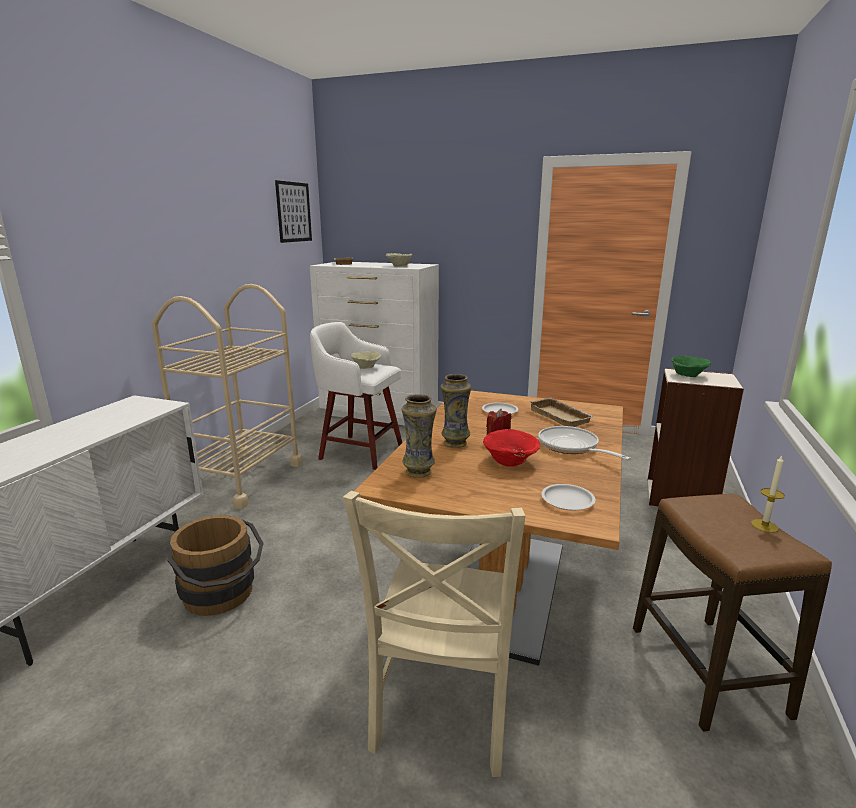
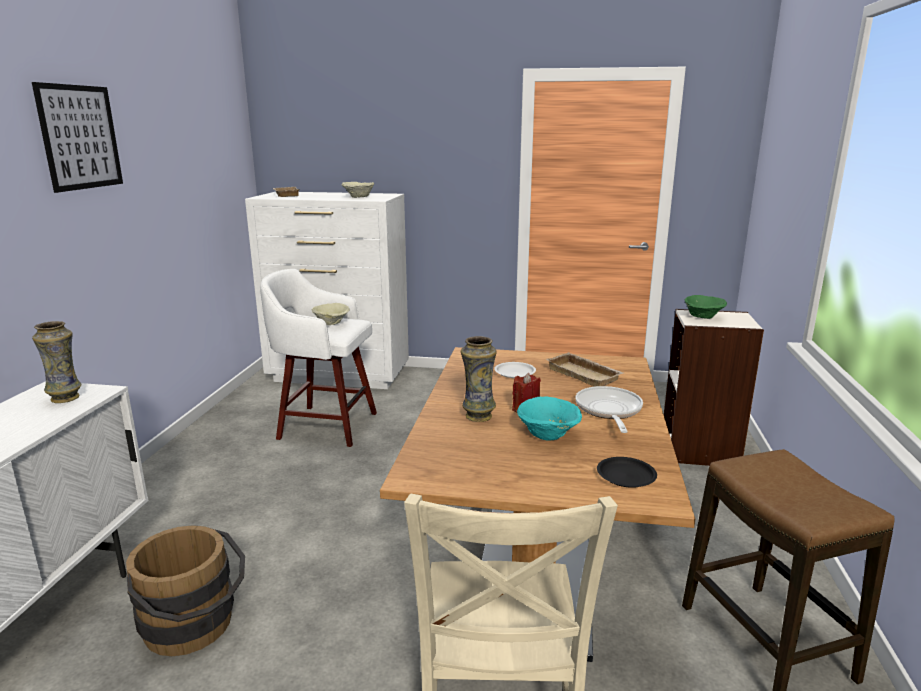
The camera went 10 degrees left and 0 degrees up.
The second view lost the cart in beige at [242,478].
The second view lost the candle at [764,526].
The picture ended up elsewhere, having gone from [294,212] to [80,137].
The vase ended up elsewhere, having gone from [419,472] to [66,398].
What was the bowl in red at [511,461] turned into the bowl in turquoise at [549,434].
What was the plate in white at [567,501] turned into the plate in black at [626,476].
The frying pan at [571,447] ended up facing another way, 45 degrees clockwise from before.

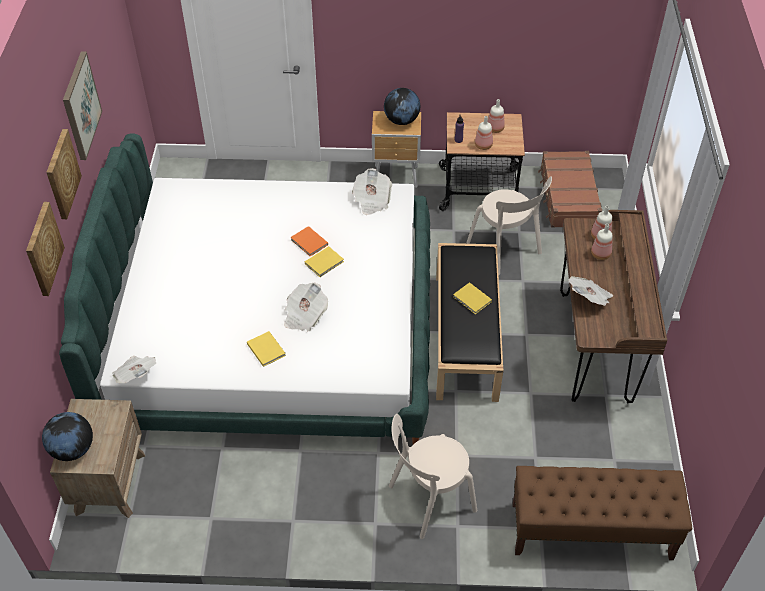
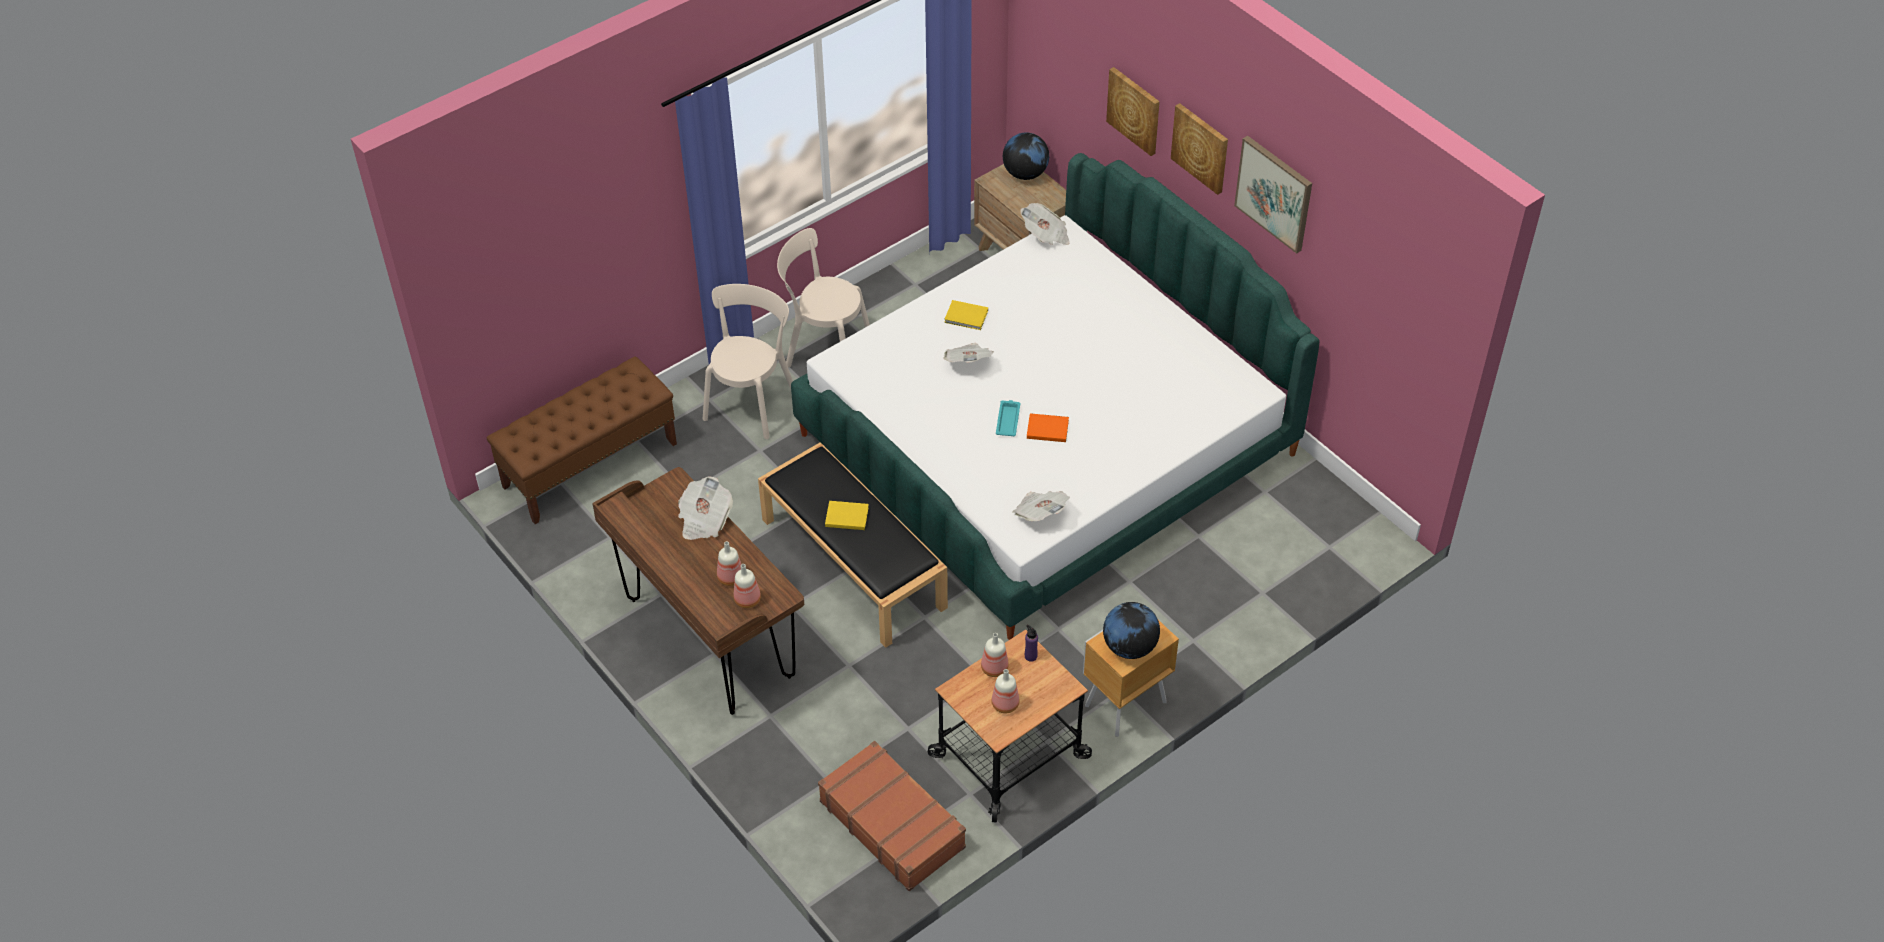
The camera went 140 degrees right and 0 degrees up.
The chair in beige ended up elsewhere, having gone from [506,250] to [824,348].
Where the book in yellow stood at [325,262], the tray in turquoise came to stand at [1008,420].

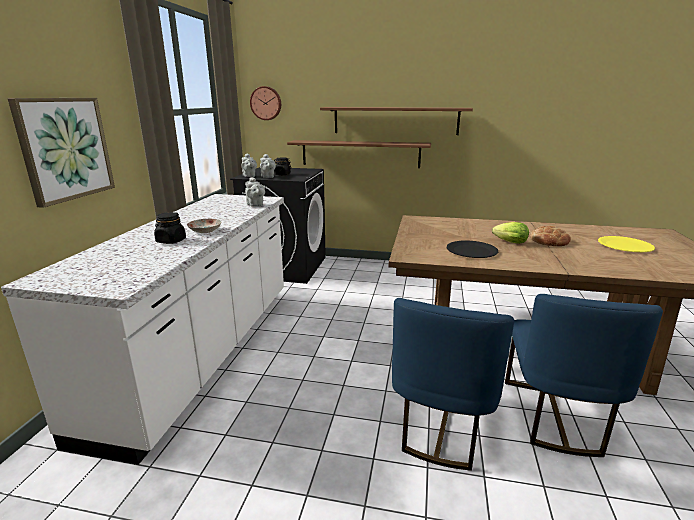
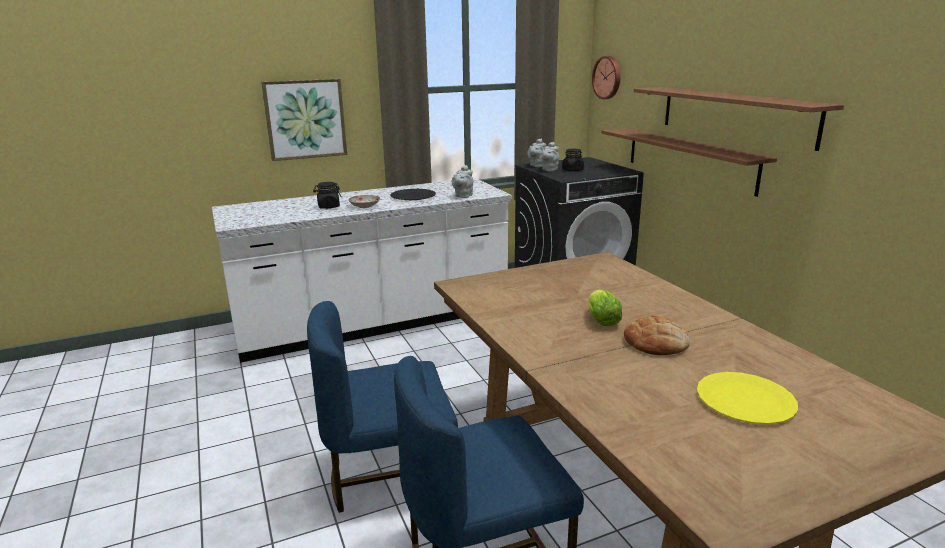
The camera went 55 degrees right and 0 degrees up.
The plate in black ended up elsewhere, having gone from [471,251] to [413,196].

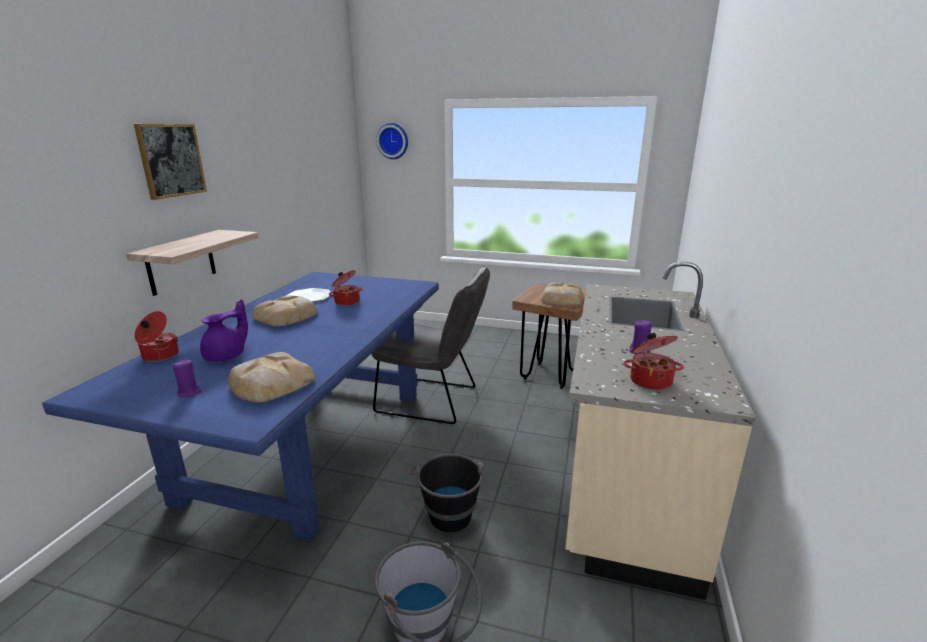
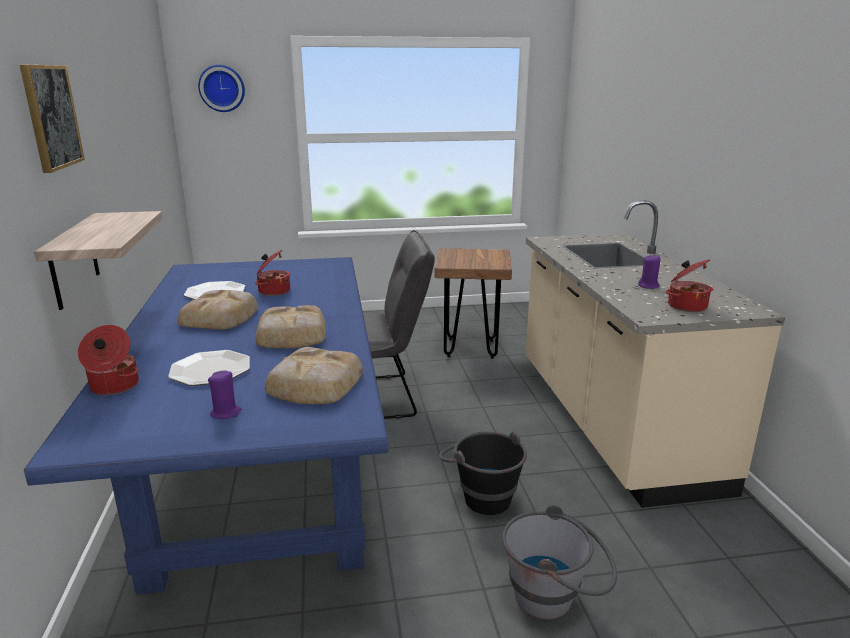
The camera went 25 degrees left and 0 degrees up.
The bread ended up elsewhere, having gone from [561,299] to [291,335].
Where the teapot in purple stood at [227,356], the plate came to stand at [211,369].

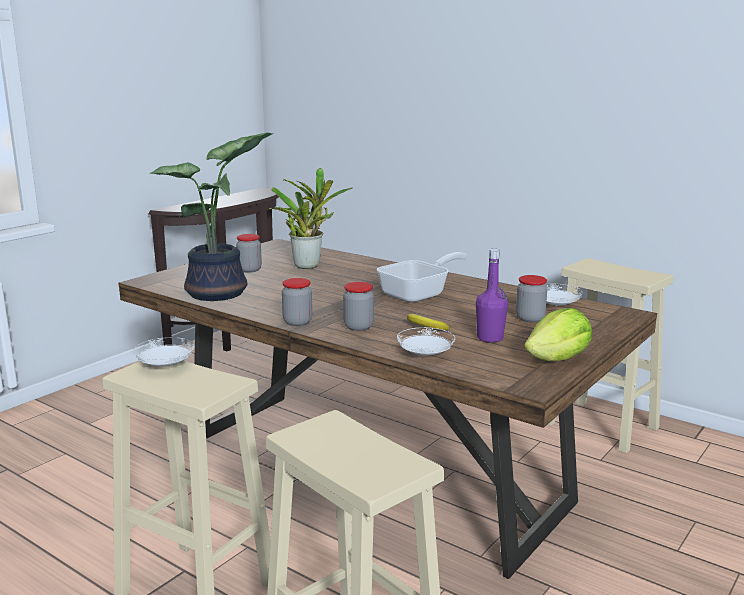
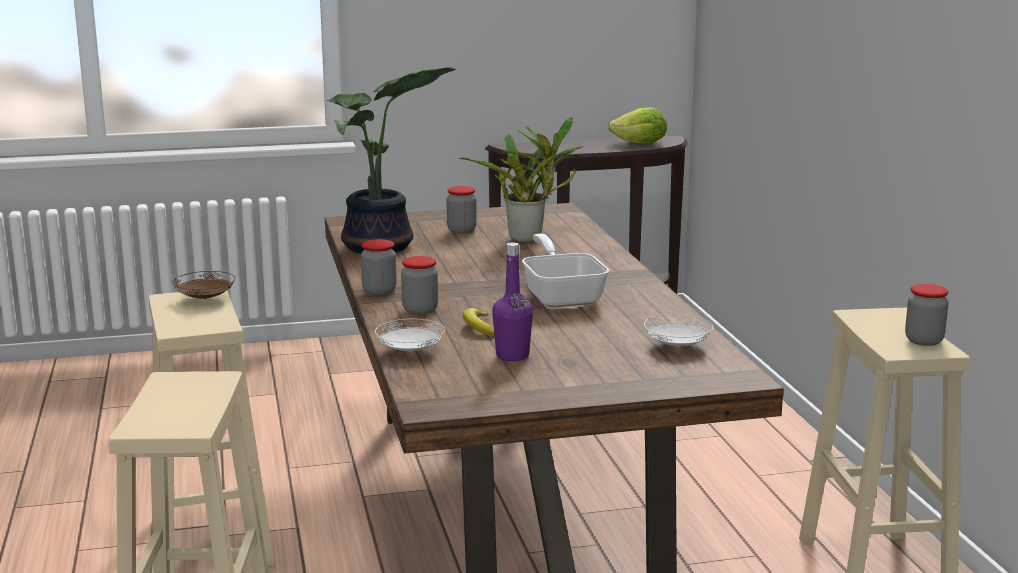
The camera went 40 degrees right and 0 degrees up.
The jar ended up elsewhere, having gone from [530,318] to [924,340].
The lettuce ended up elsewhere, having gone from [558,359] to [640,144].
What was the plate in white at [165,366] turned into the plate in brown at [205,299].
The frying pan at [419,294] ended up facing another way, 105 degrees counterclockwise from before.

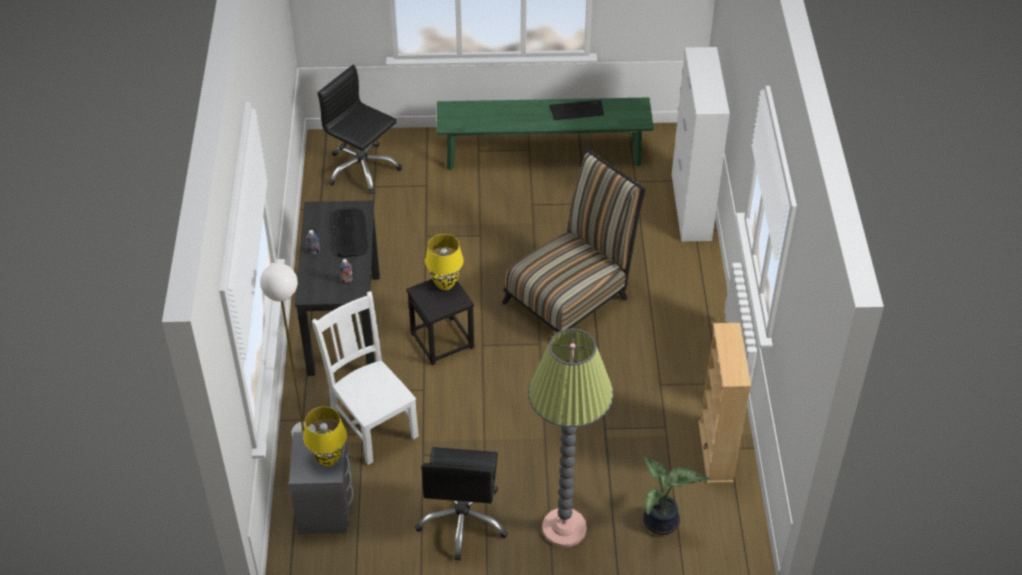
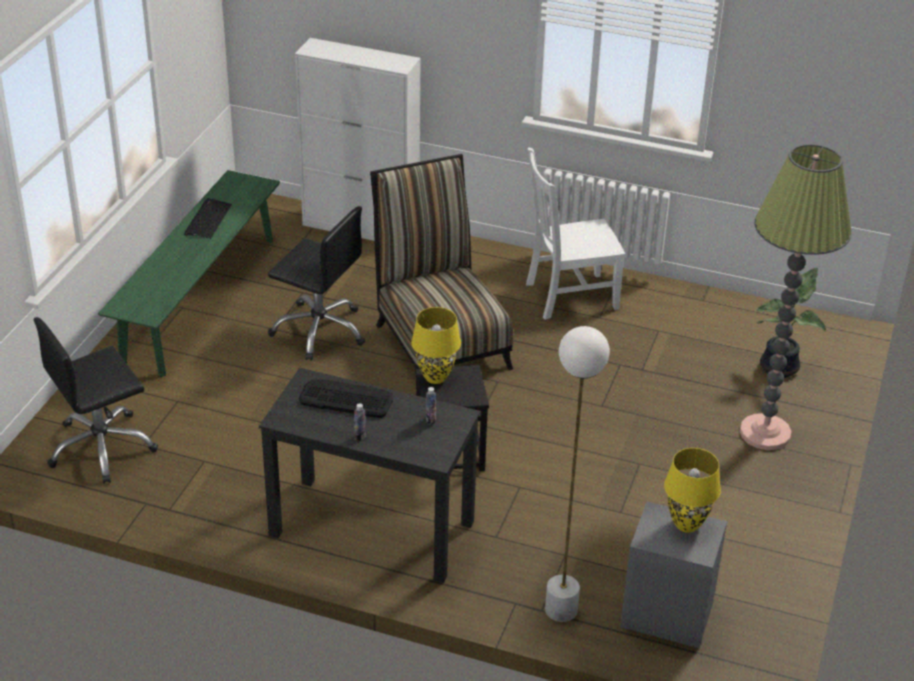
The camera went 70 degrees left and 10 degrees down.
The second view lost the bookcase in beige at [715,451].
The chair in white ended up elsewhere, having gone from [372,424] to [568,296].
The office chair in black ended up elsewhere, having gone from [463,521] to [320,330].

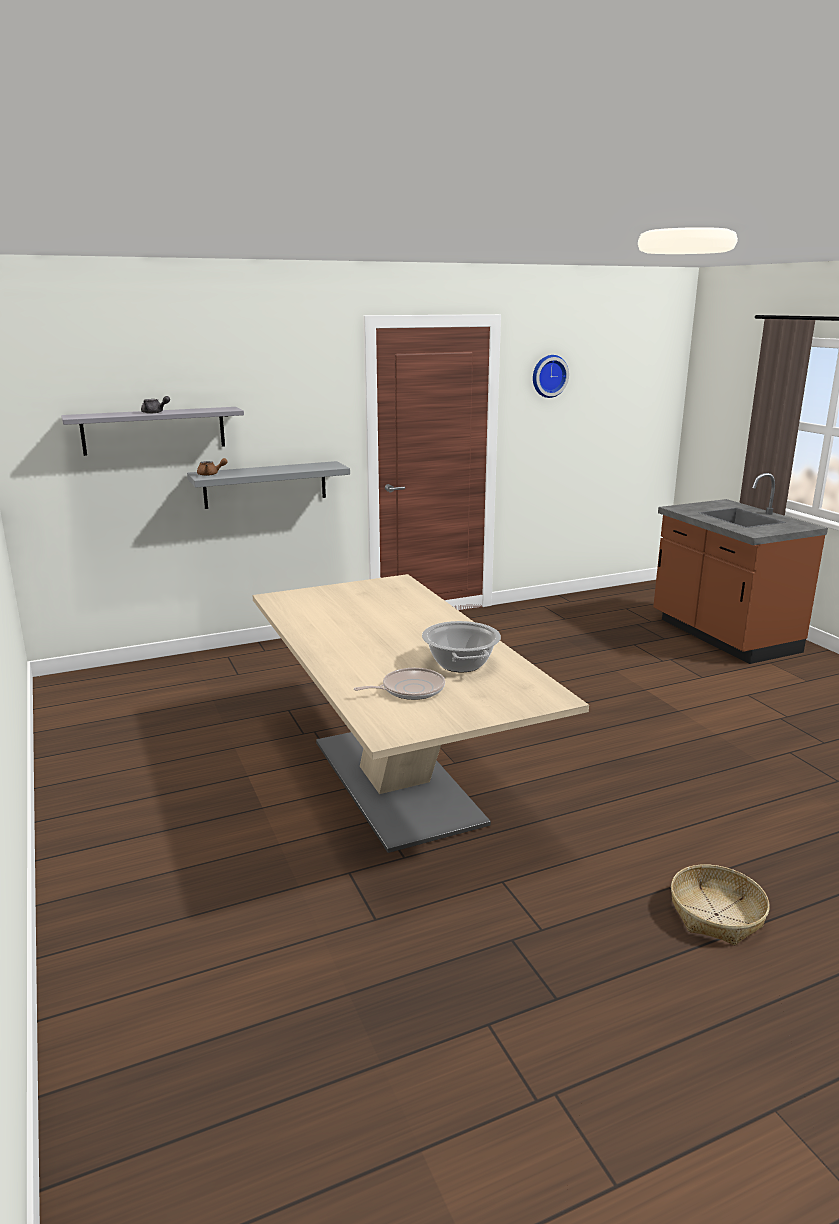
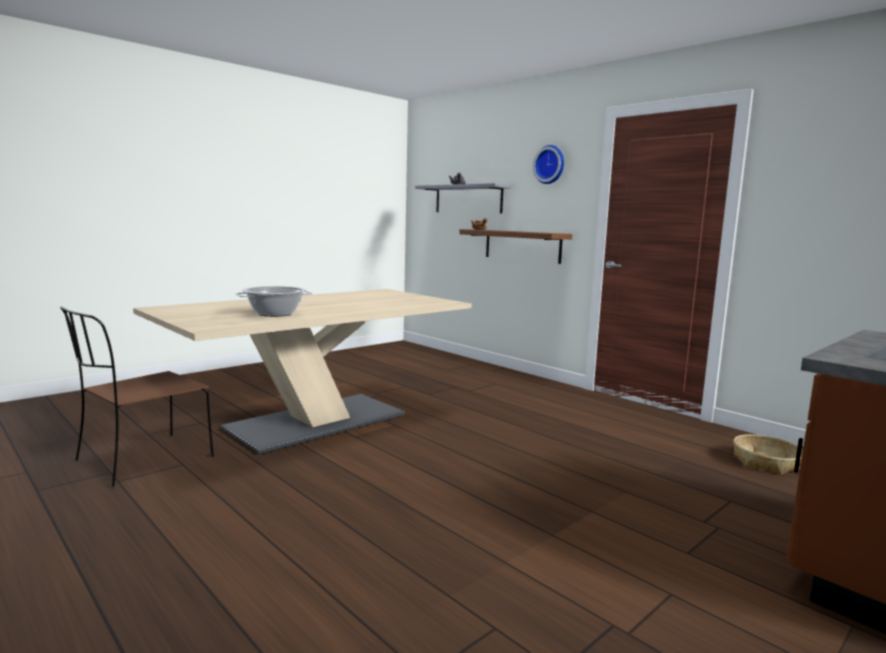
The camera went 70 degrees right and 10 degrees down.
The second view lost the frying pan at [409,689].
The second view gained the chair in brown at [142,460].
The wall clock ended up elsewhere, having gone from [548,376] to [550,165].
The basket ended up elsewhere, having gone from [716,914] to [766,462].
What was the shelf in grey at [265,484] turned into the shelf in brown at [522,245].

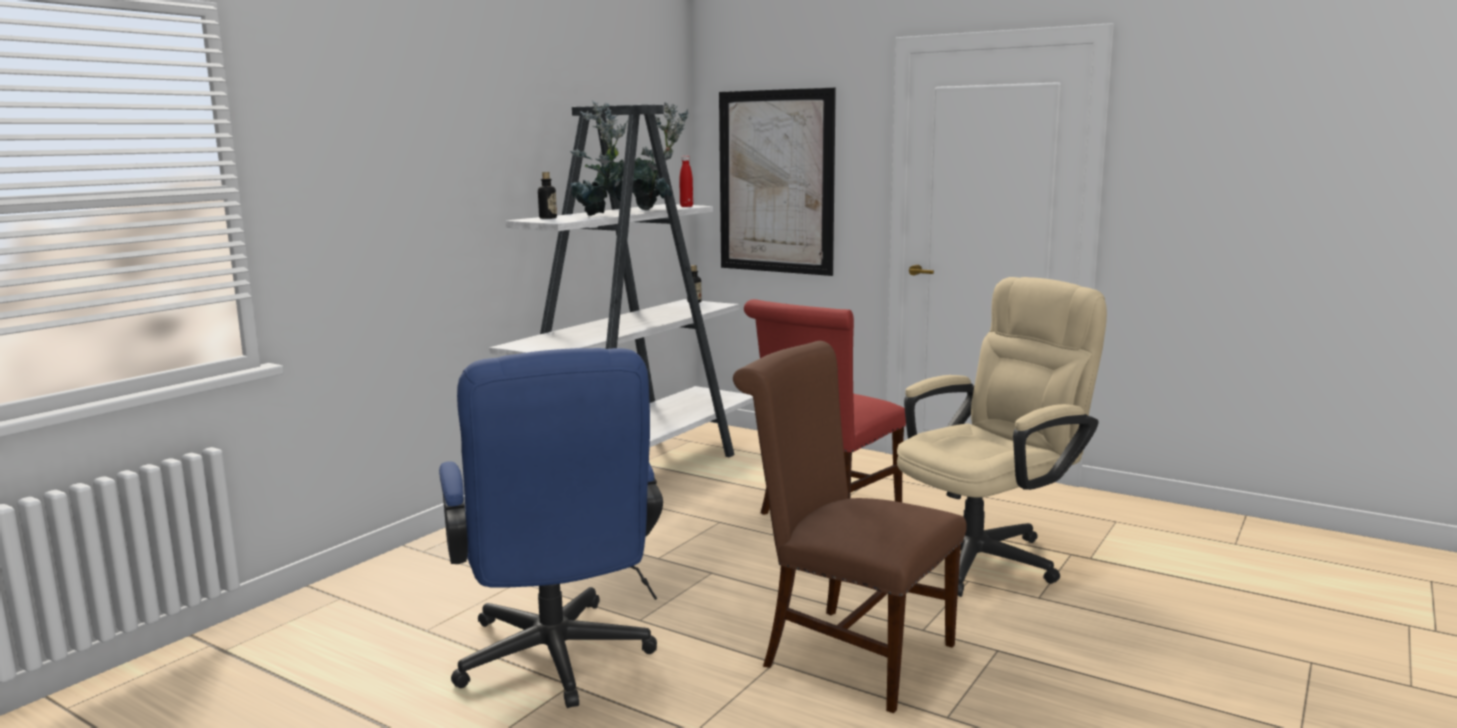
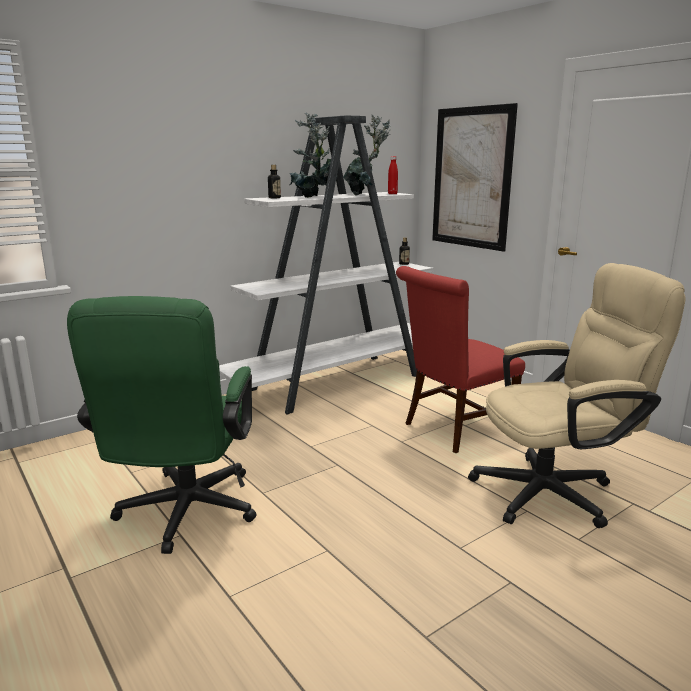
The camera went 20 degrees right and 5 degrees up.
The second view lost the chair in brown at [847,652].
What was the office chair in blue at [556,664] turned into the office chair in green at [184,516].

